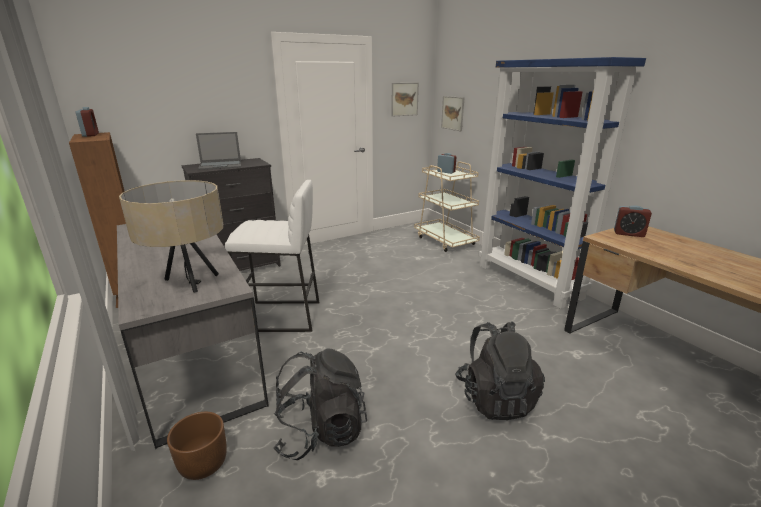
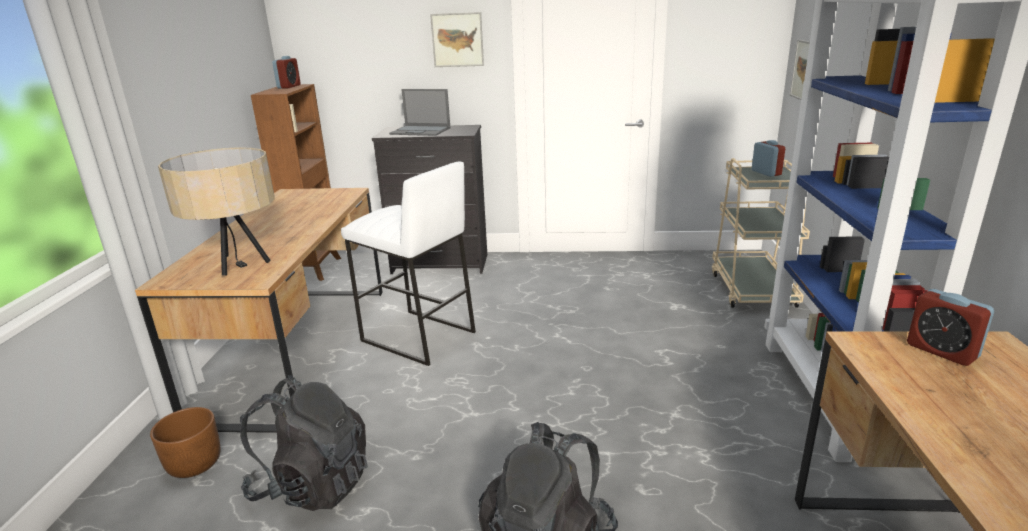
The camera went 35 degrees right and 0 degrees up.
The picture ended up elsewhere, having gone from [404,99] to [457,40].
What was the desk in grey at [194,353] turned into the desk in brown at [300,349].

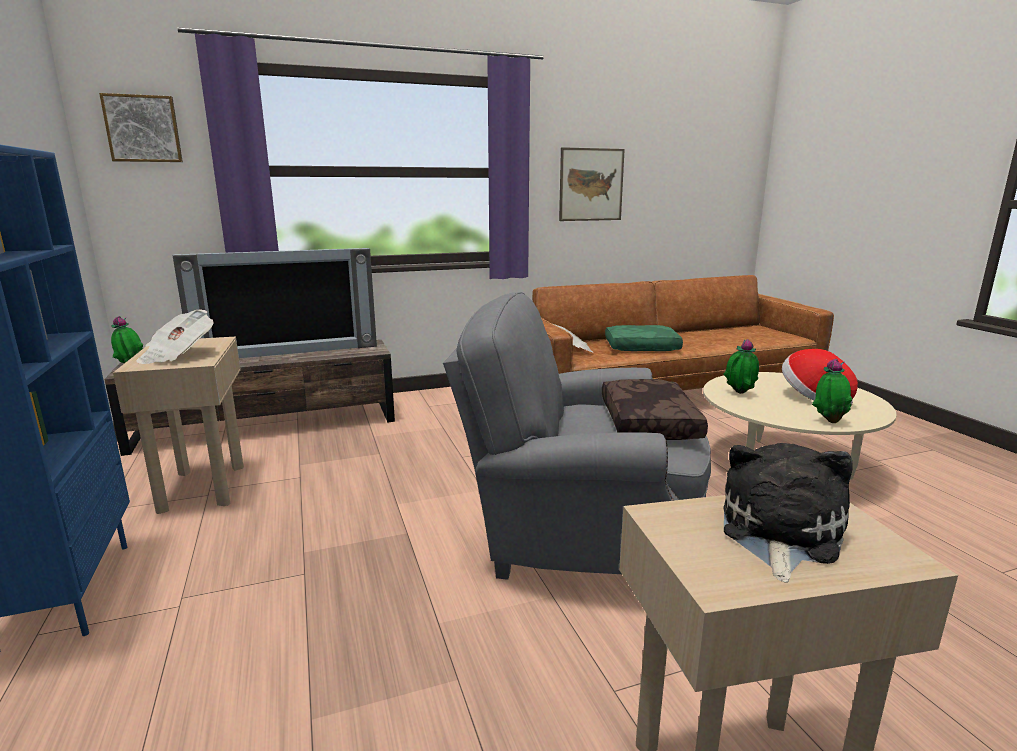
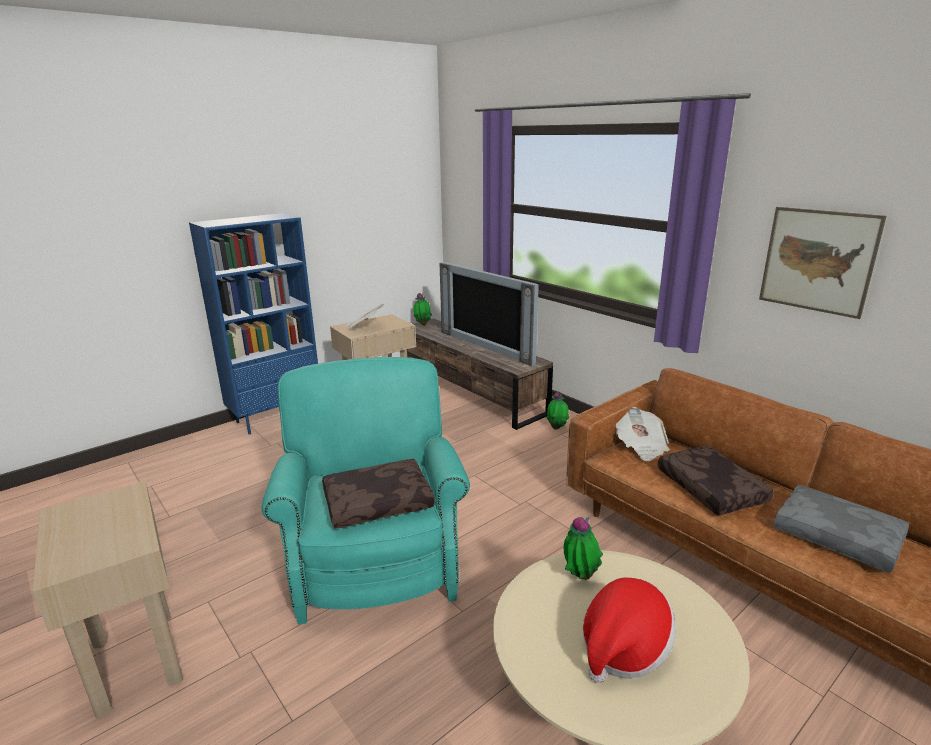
The camera went 70 degrees right and 5 degrees up.
The second view lost the picture at [143,129].
The second view lost the plush toy at [778,533].
The second view gained the pillow in grey at [838,536].
The potted plant ended up elsewhere, having gone from [828,421] to [557,428].
What was the armchair in grey at [577,535] turned into the armchair in turquoise at [375,557].
What was the pillow in green at [641,347] turned into the pillow in brown at [708,488].

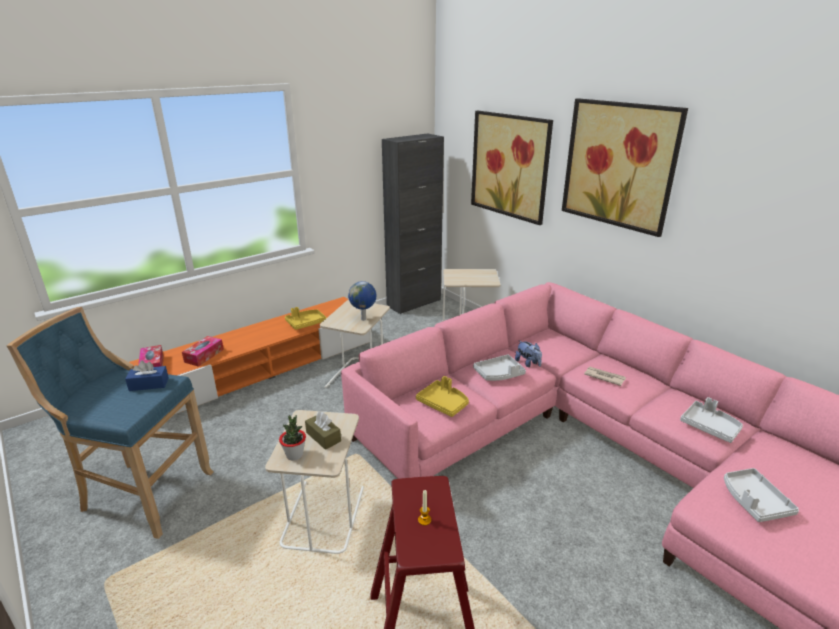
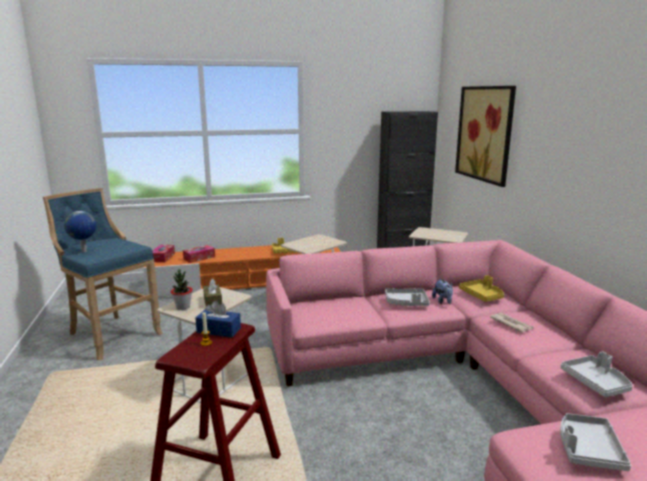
The camera went 25 degrees right and 10 degrees down.
The second view lost the picture at [619,165].
The tissue box in blue ended up elsewhere, having gone from [149,384] to [218,330].
The globe ended up elsewhere, having gone from [364,319] to [84,252].
The tray in yellow ended up elsewhere, having gone from [443,403] to [482,296].

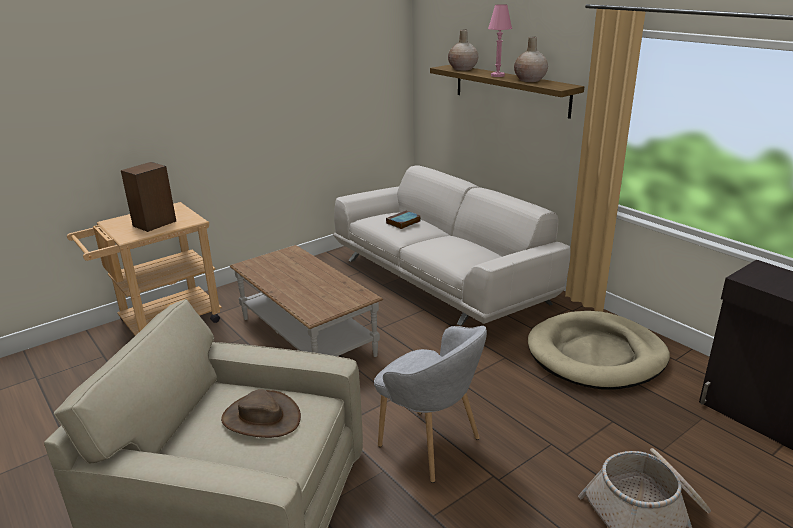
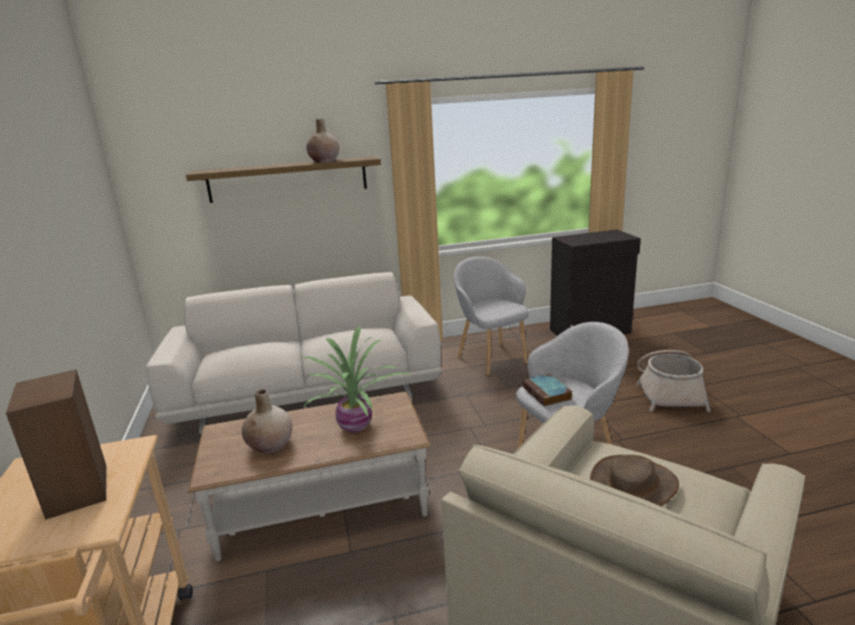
The camera went 65 degrees left and 5 degrees down.
The second view lost the table lamp in pink at [497,75].
The second view gained the potted plant at [357,426].
The book ended up elsewhere, having gone from [403,222] to [547,393].
The vase in beige ended up elsewhere, having gone from [462,69] to [270,445].
Where the dog bed in beige stood at [596,355], the armchair in grey came to stand at [491,358].

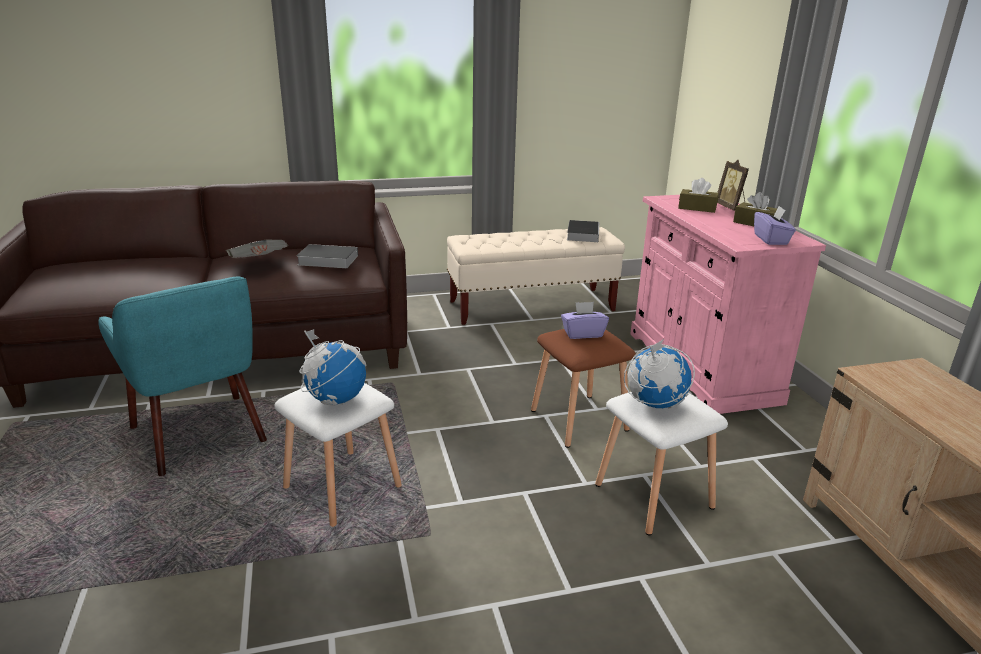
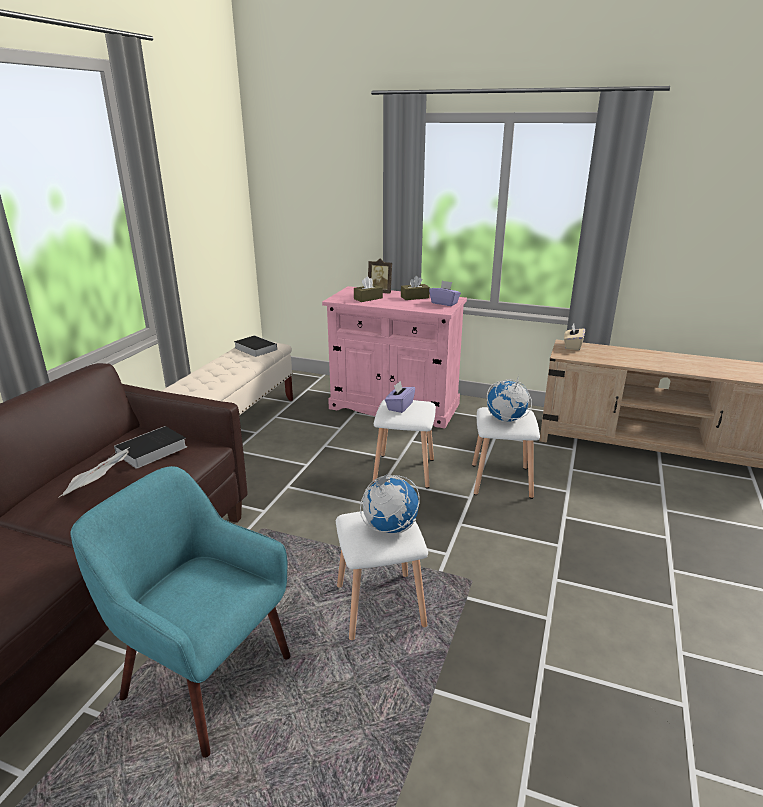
The camera went 55 degrees left and 0 degrees up.
The second view gained the tissue box in beige at [572,346].
What was the stool in brown at [580,420] turned into the stool in white at [405,470].
The armchair in turquoise at [200,435] ended up facing another way, 150 degrees counterclockwise from before.

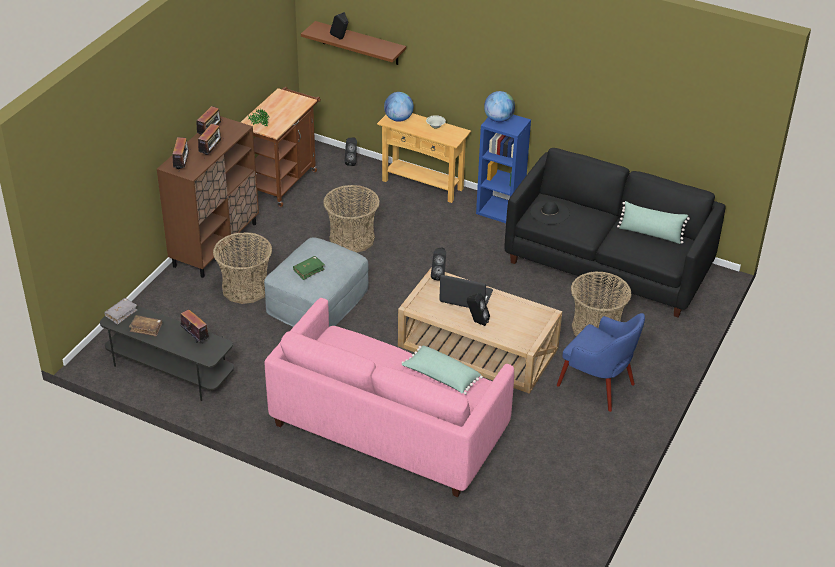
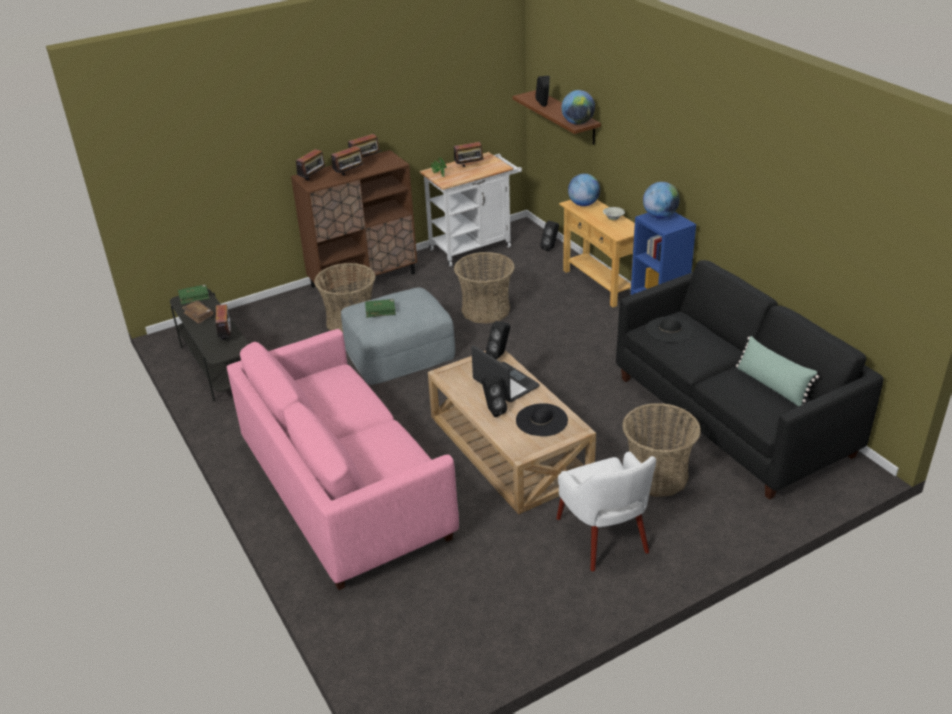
The camera went 35 degrees right and 5 degrees down.
The second view lost the pillow in green at [441,377].
The second view gained the radio at [469,167].
The second view gained the hat in black at [541,420].
The second view gained the globe at [577,123].
What was the book in grey at [121,313] turned into the book in green at [194,297].
What was the cart in brown at [283,180] turned into the cart in white at [474,246].
What was the armchair in blue at [598,386] turned into the armchair in white at [603,537].

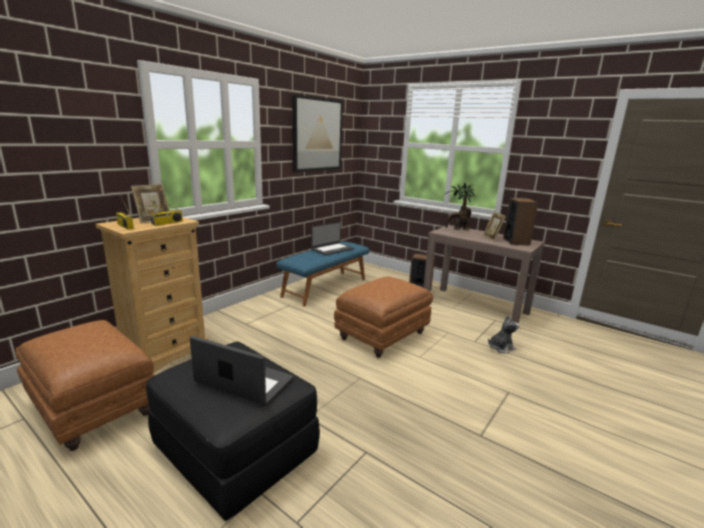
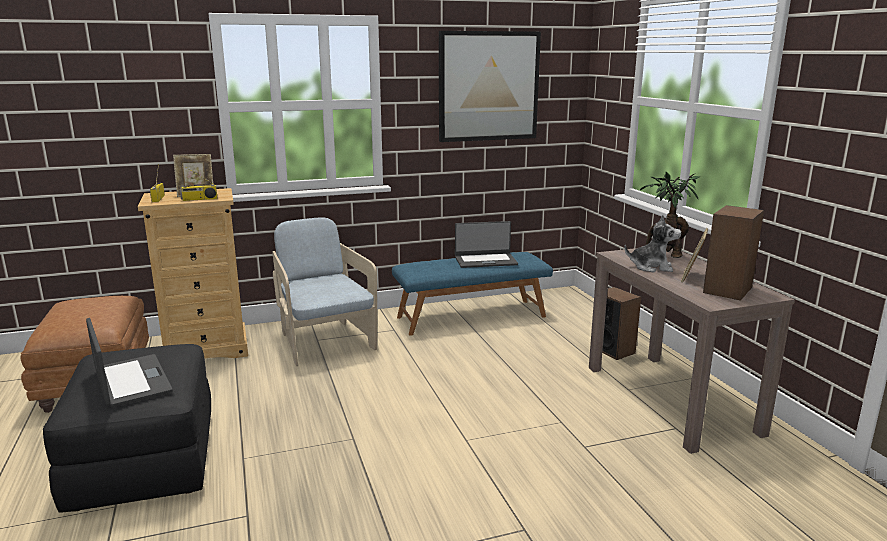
The camera went 35 degrees right and 0 degrees up.
The second view lost the ottoman in brown at [382,336].
The second view gained the armchair in beige at [324,341].
The plush toy ended up elsewhere, having gone from [501,348] to [651,267].

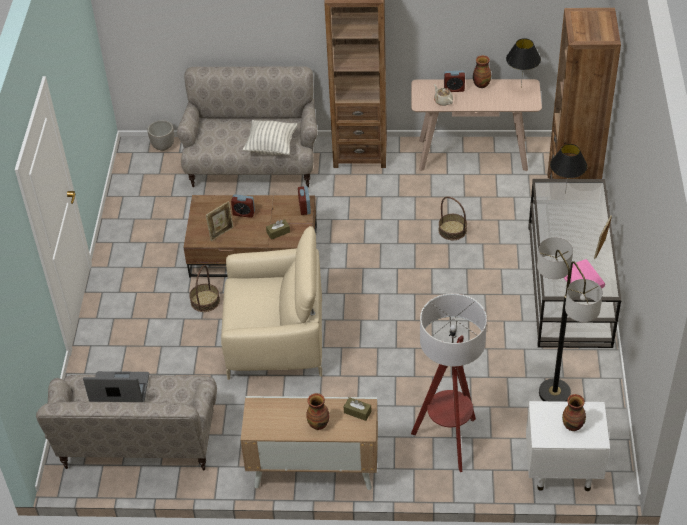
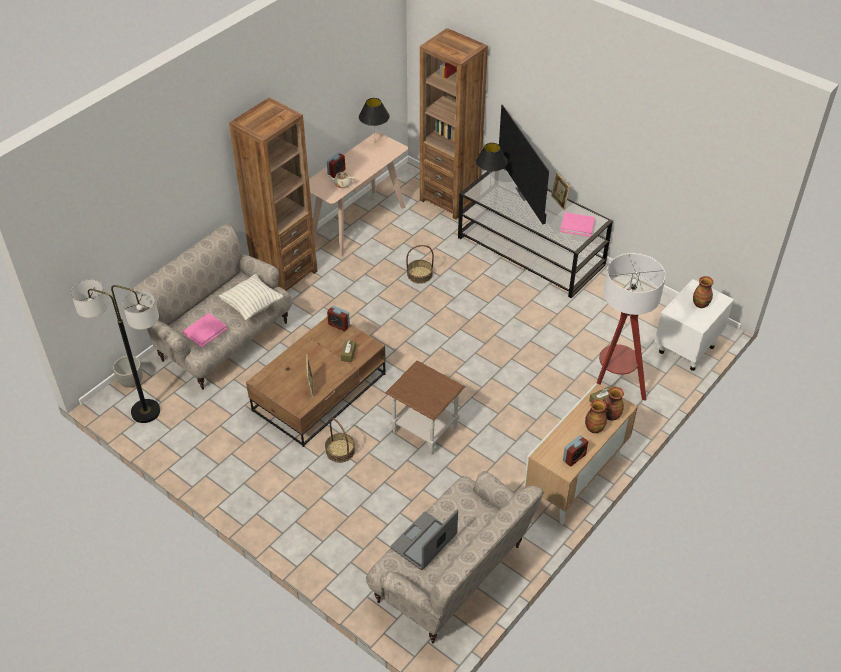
The camera went 55 degrees left and 0 degrees up.
The second view gained the book in pink at [205,331].
The second view gained the television at [526,193].
The alarm clock ended up elsewhere, having gone from [243,213] to [574,458].
The vase ended up elsewhere, having gone from [481,84] to [610,415].
The floor lamp ended up elsewhere, having gone from [554,393] to [145,411].
Where the armchair in beige stood at [275,339], the side table in brown came to stand at [425,430].

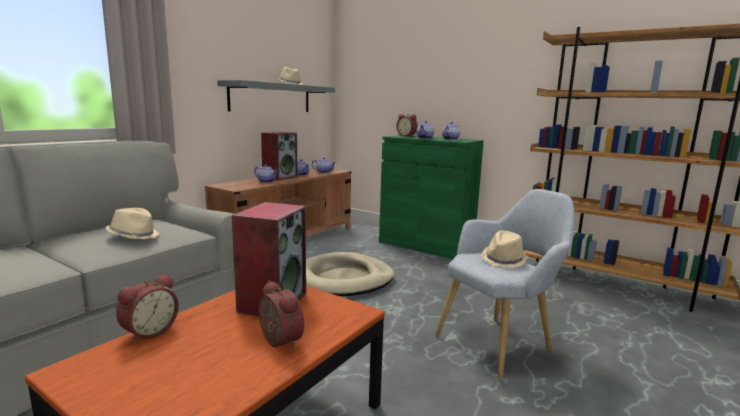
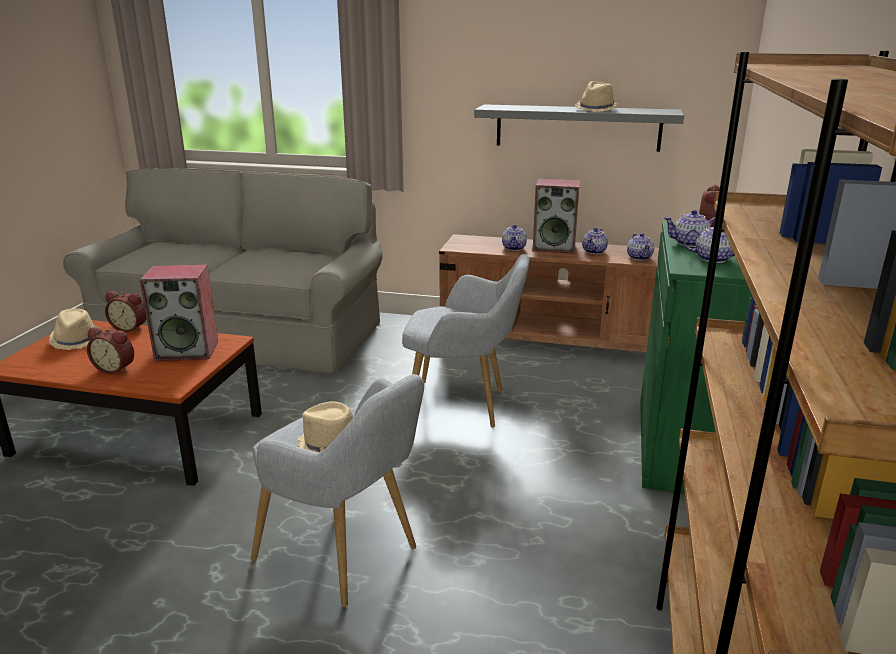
The camera went 70 degrees right and 10 degrees up.
The hat in beige ended up elsewhere, having gone from [134,236] to [76,340].
Where the dog bed in beige stood at [343,279], the armchair in grey came to stand at [463,406].
The alarm clock at [278,342] ended up facing another way, 75 degrees clockwise from before.

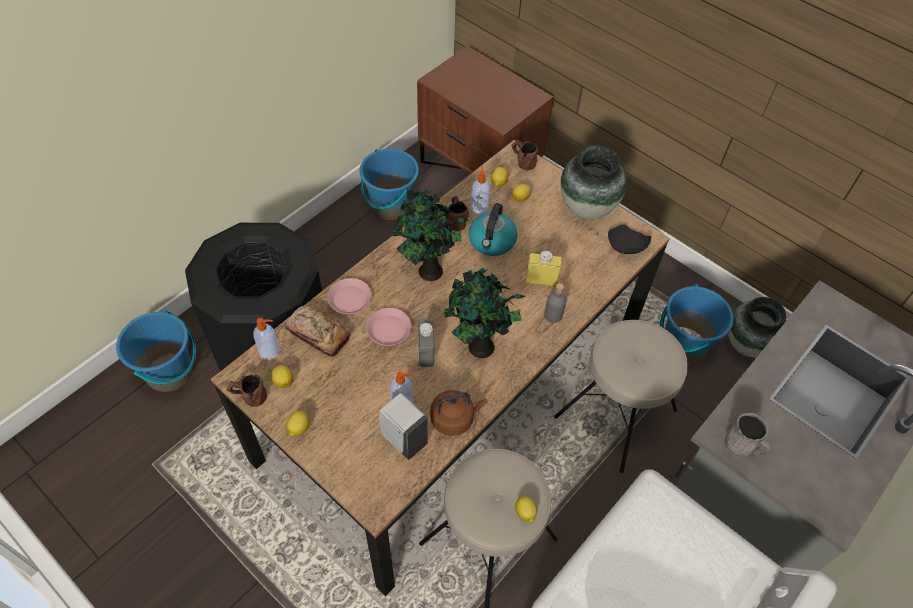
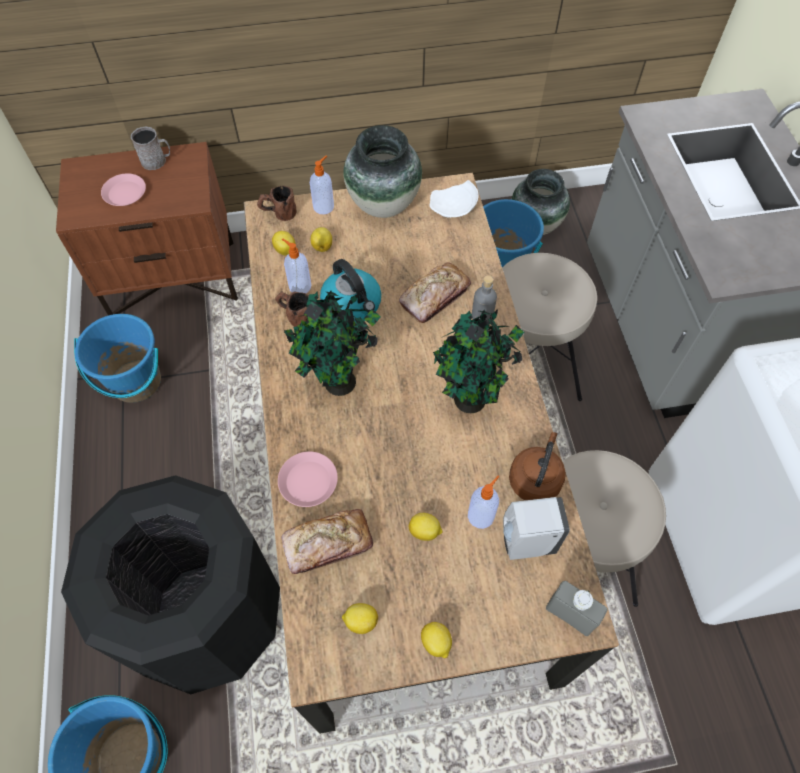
The camera went 50 degrees left and 5 degrees up.
The second view lost the mug in brown at [248,397].
The soap dispenser ended up elsewhere, having gone from [270,351] to [324,206].
The plate in pink ended up elsewhere, having gone from [388,329] to [125,193].
The bottle in grey ended up elsewhere, having gone from [426,352] to [570,615].
The lemon ended up elsewhere, having gone from [525,513] to [425,531].
The mug in grey ended up elsewhere, having gone from [743,447] to [157,161].
Where the bottle in yellow stood at [541,280], the bread came to stand at [435,297].
What was the plate in black at [626,246] turned into the plate in white at [453,208].

